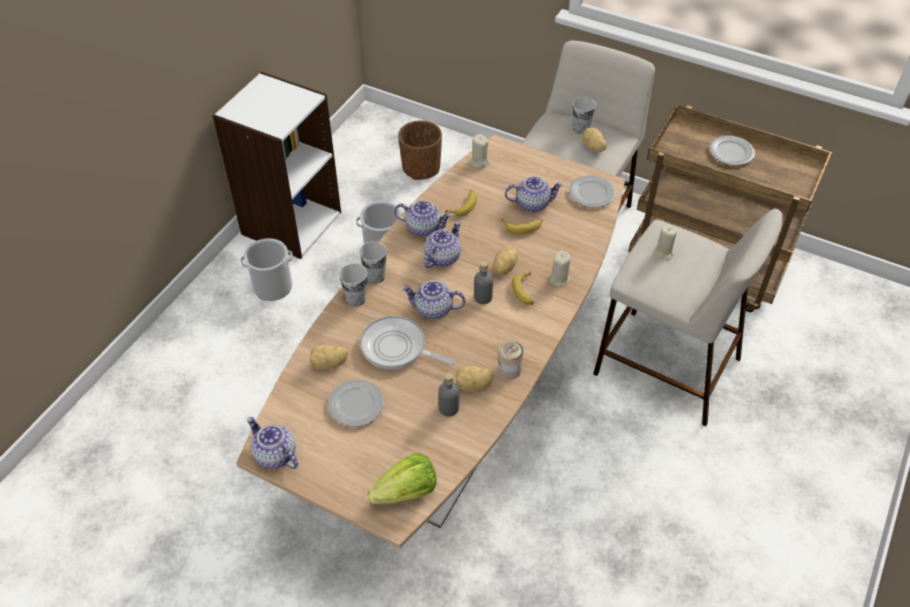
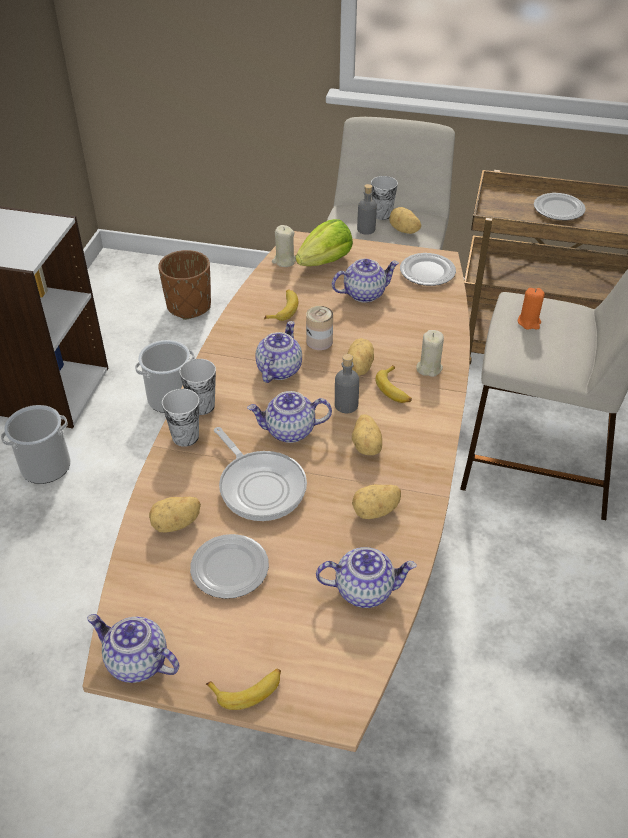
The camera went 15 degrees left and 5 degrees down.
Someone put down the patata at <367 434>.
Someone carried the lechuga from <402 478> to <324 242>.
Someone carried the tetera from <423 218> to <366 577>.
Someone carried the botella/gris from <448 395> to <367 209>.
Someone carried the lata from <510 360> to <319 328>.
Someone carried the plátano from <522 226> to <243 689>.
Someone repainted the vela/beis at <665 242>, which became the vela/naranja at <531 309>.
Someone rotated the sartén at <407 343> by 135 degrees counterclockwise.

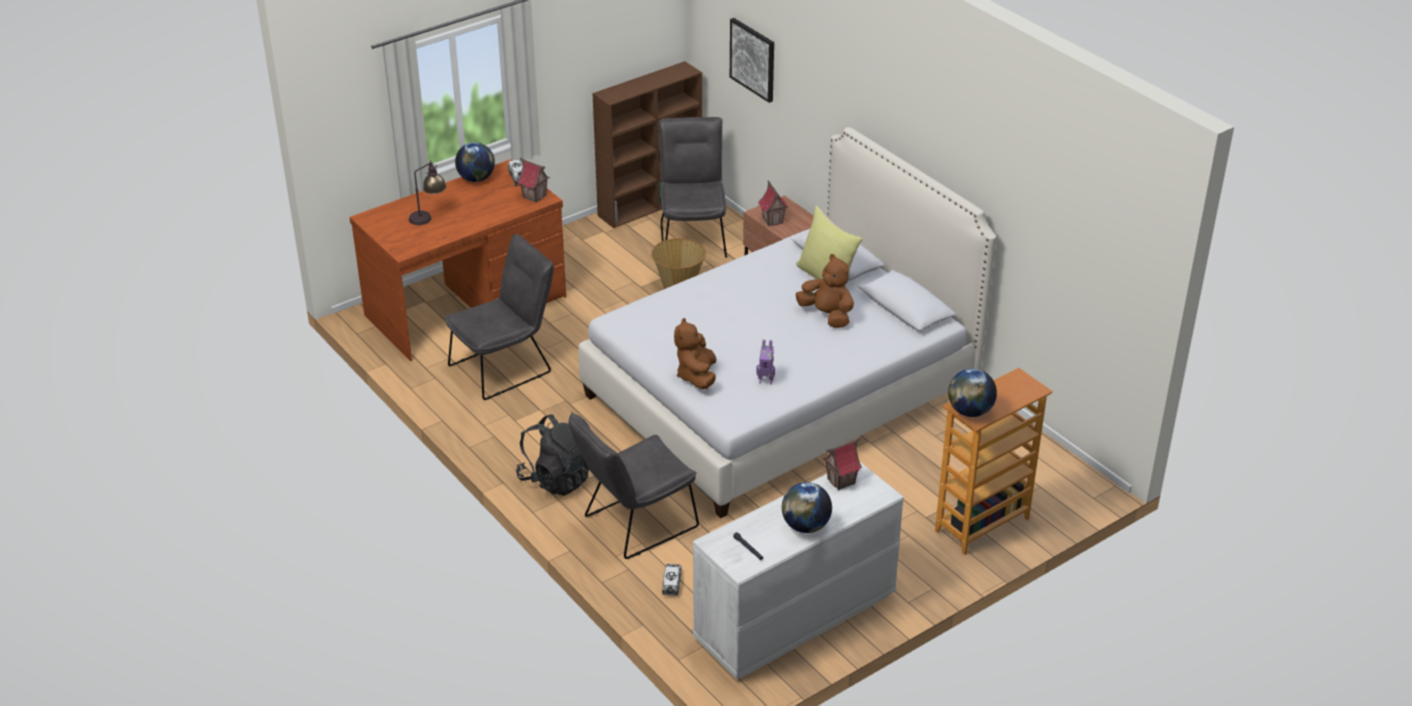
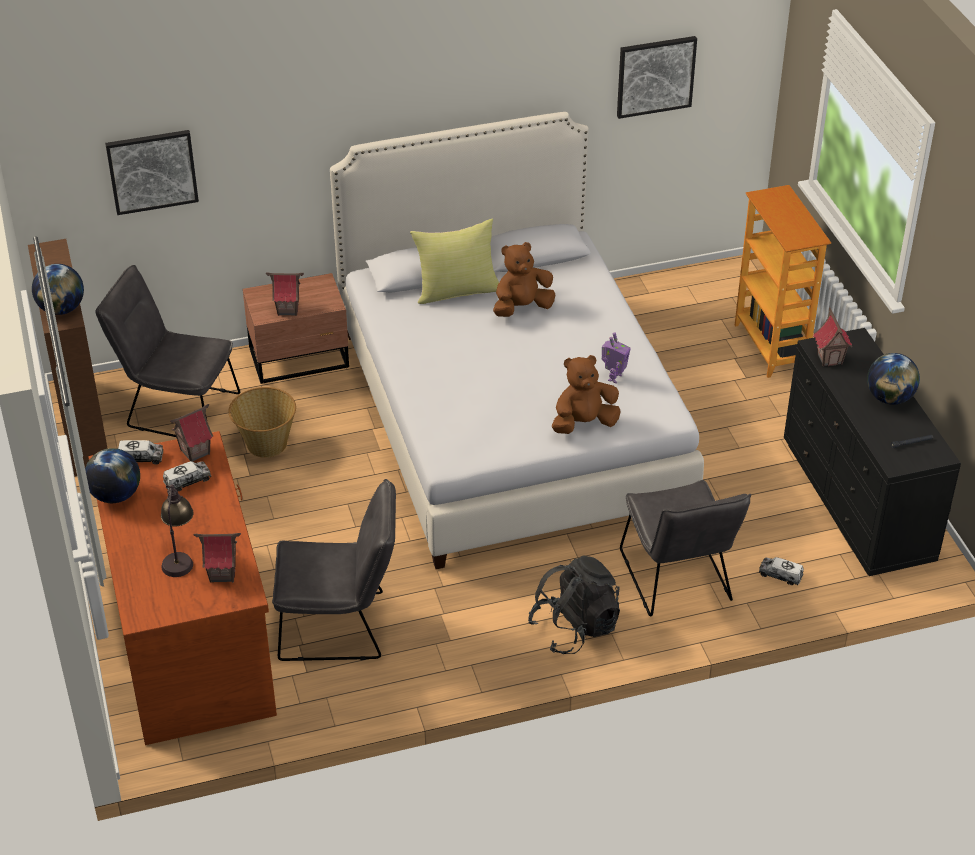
The camera went 70 degrees left and 5 degrees up.
Someone put down the camión de juguete at <187 476>.
Someone put down the casita at <217 558>.
Someone put up the cuadro at <657 77>.
Someone carried the globo terráqueo from <972 393> to <58 289>.
Someone repainted the cómoda/blanco at <798 570>, which became the cómoda/negro at <872 452>.
Someone rotated the silla/gris at <499 317> by 105 degrees clockwise.
Someone rotated the peluche/marrón at <695 354> by 135 degrees clockwise.

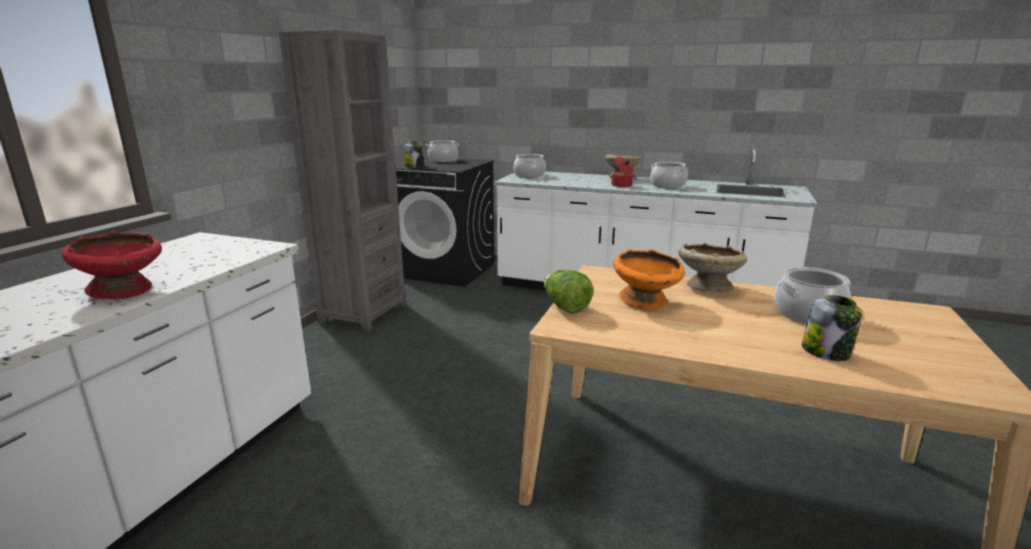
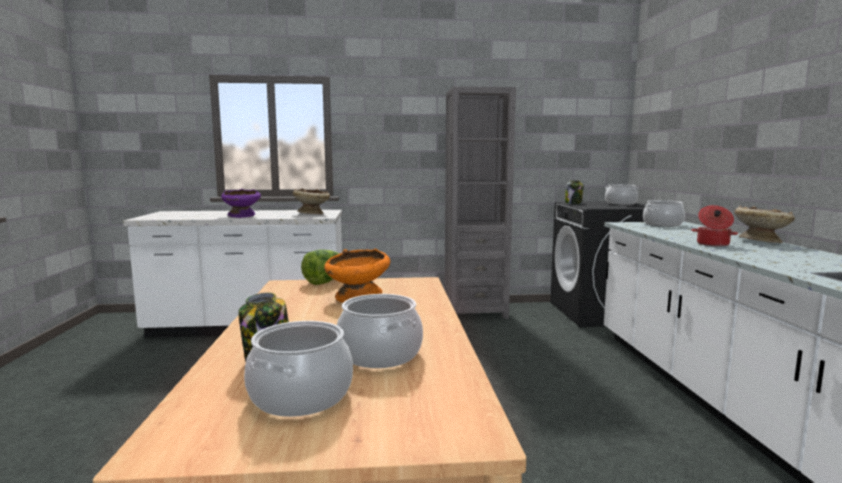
The camera went 65 degrees right and 10 degrees down.
Someone carried the olla from <669 175> to <298 369>.
Someone carried the cuenco/beis from <713 268> to <311 201>.
Someone repainted the cuenco/rojo at <112 265>, which became the cuenco/morado at <241 203>.

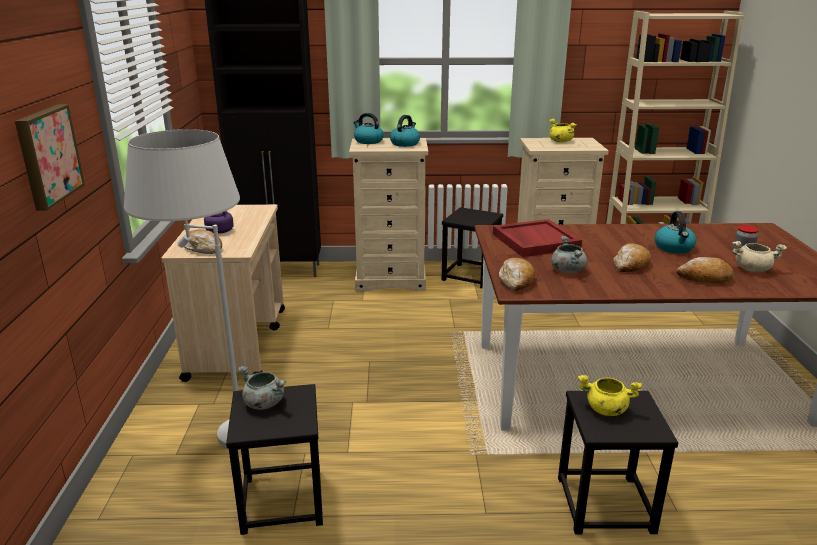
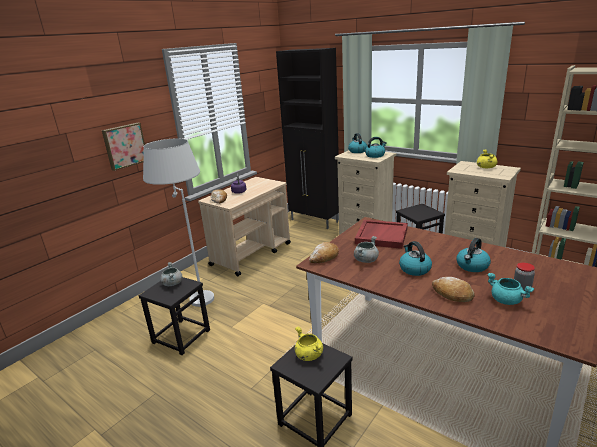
The camera went 40 degrees right and 0 degrees up.
Someone swapped the pan at <632 257> for the hervidor at <415 258>.
Someone repainted the olla/beis at <759 256>, which became the olla/turquesa at <511 289>.

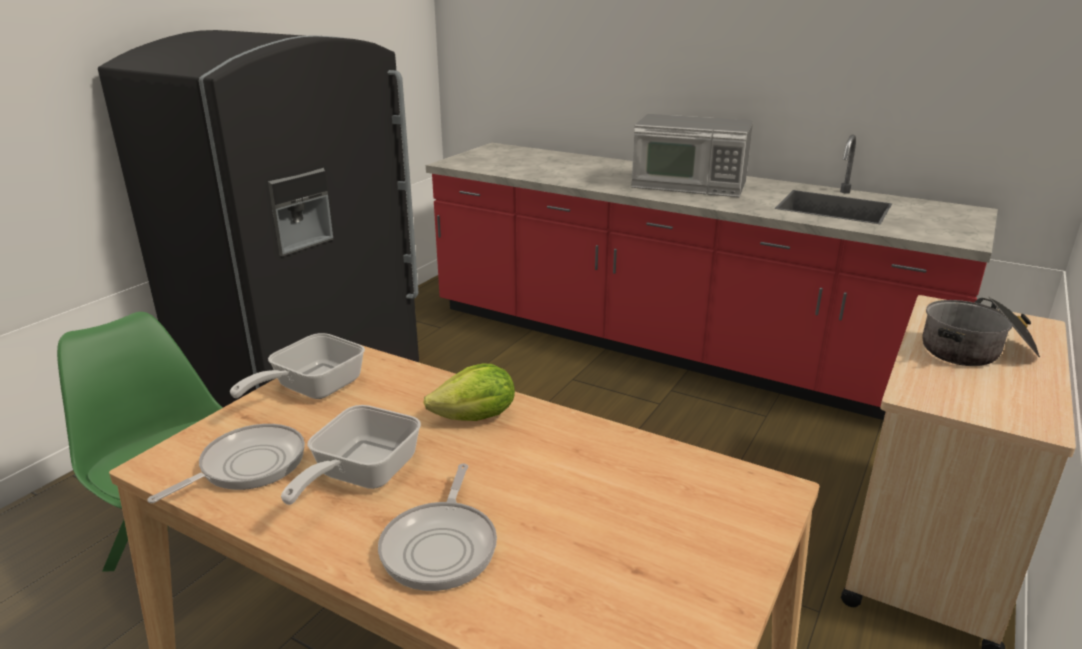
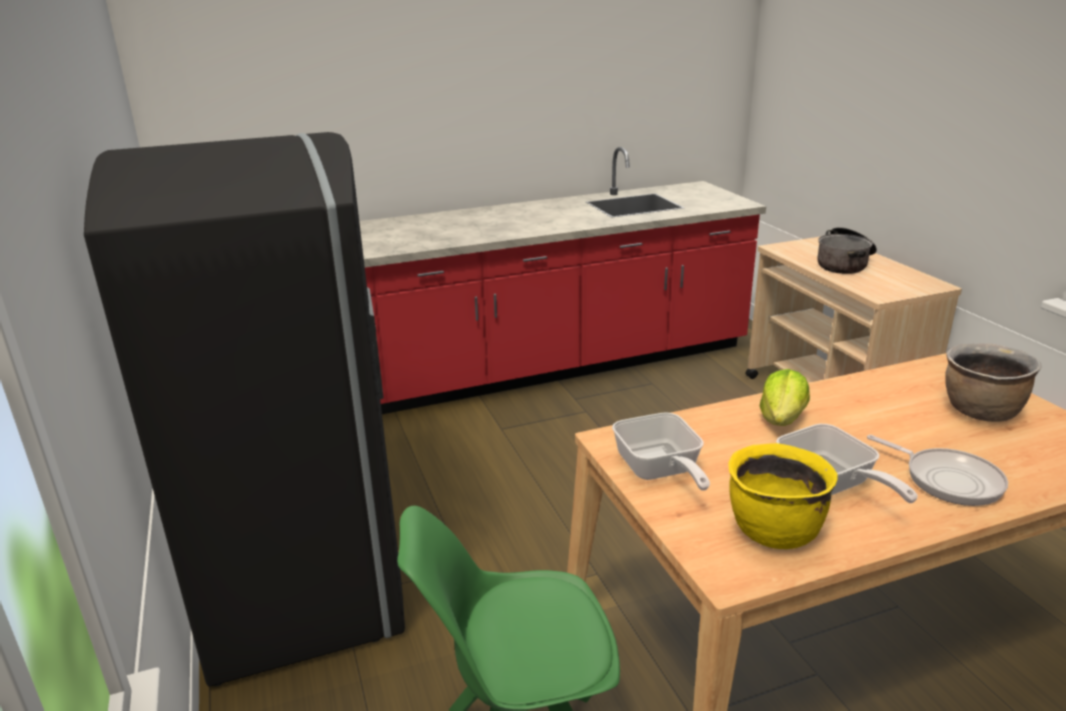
The camera went 50 degrees left and 0 degrees up.
Someone took away the microondas at <692 155>.
Someone put down the olla/marrón at <993 383>.
Someone swapped the sartén at <226 463> for the olla/amarillo at <782 496>.

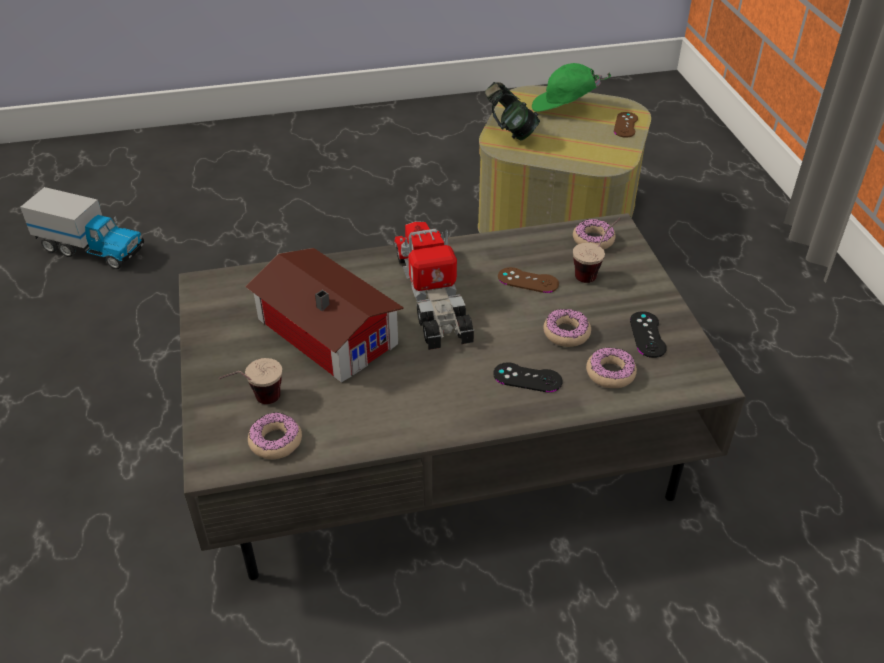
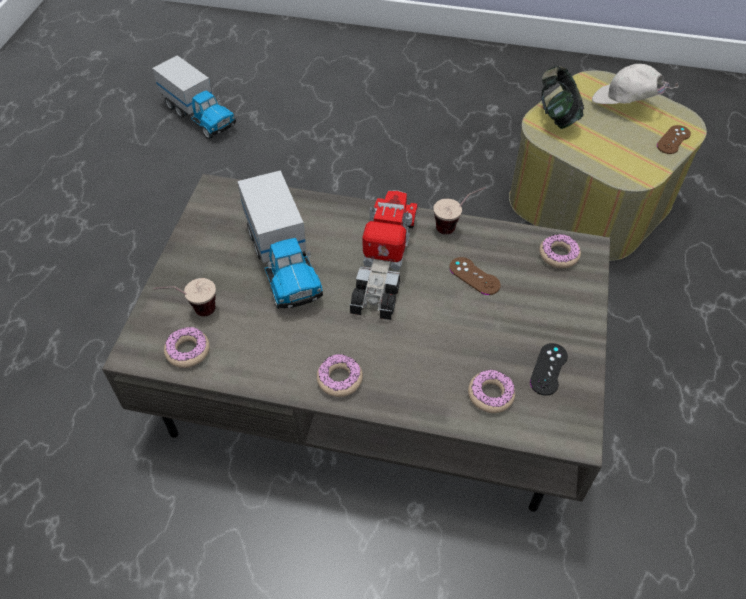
The camera went 25 degrees right and 10 degrees up.
Someone took away the mando de consola/negro at <528 377>.
Someone carried the rosquilla from <567 328> to <340 375>.
Someone carried the taza from <597 250> to <459 210>.
Someone swapped the casita at <324 315> for the camión de juguete at <280 239>.
Someone repainted the gorra/verde at <571 87>, which became the gorra/blanco at <635 84>.

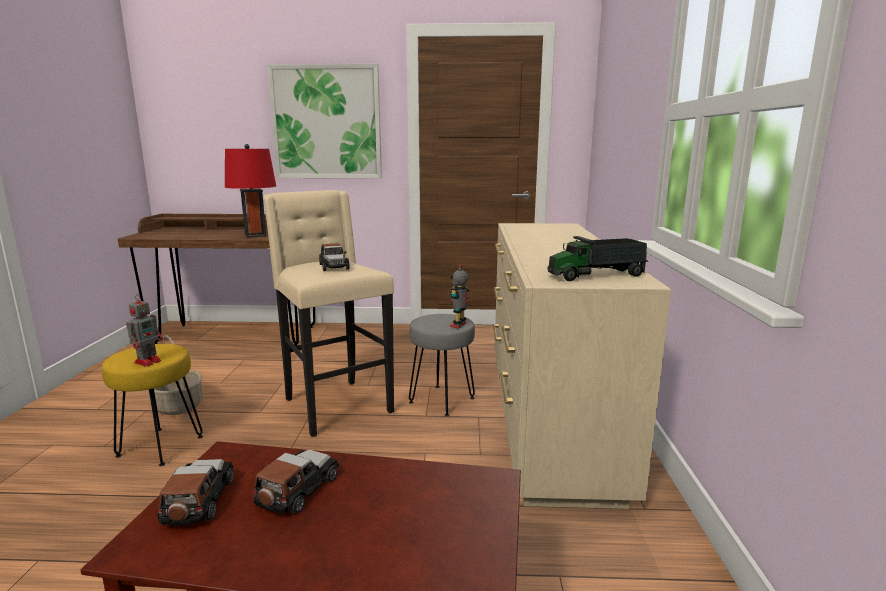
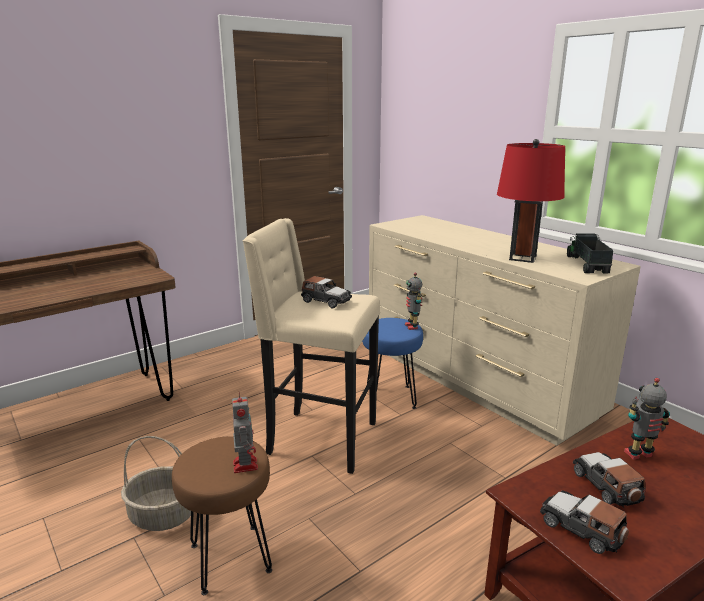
The camera went 40 degrees left and 5 degrees up.
Someone took away the cuadro at <324 121>.
Someone put down the robot de juguete at <647 419>.
Someone carried the lámpara de mesa/rojo from <250 191> to <531 201>.
Someone repainted the taburete/amarillo at <152 405>, which became the taburete/marrón at <222 515>.
Someone repainted the taburete/gris at <442 365>, which became the taburete/azul at <392 363>.
Someone rotated the camión de juguete at <598 258> by 150 degrees clockwise.

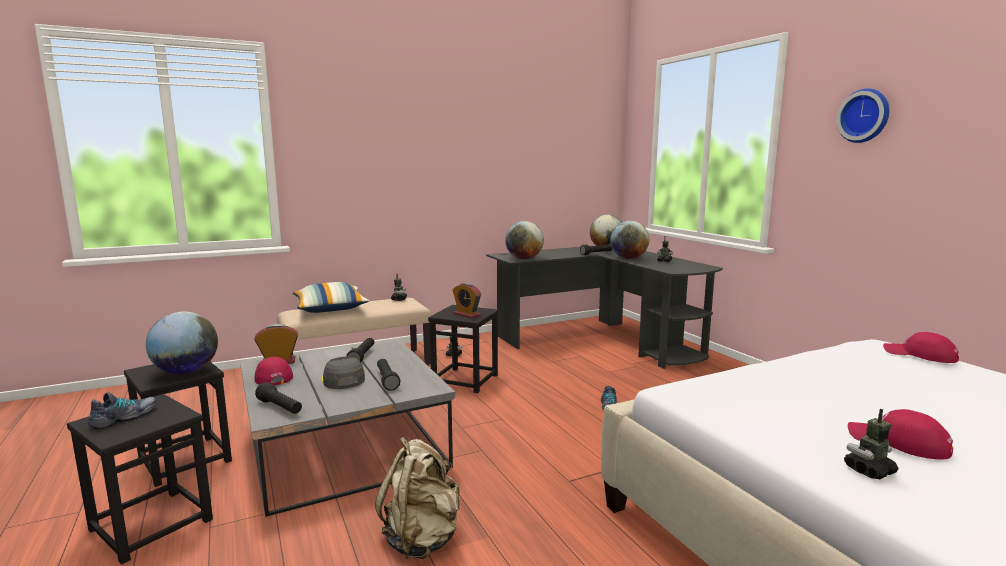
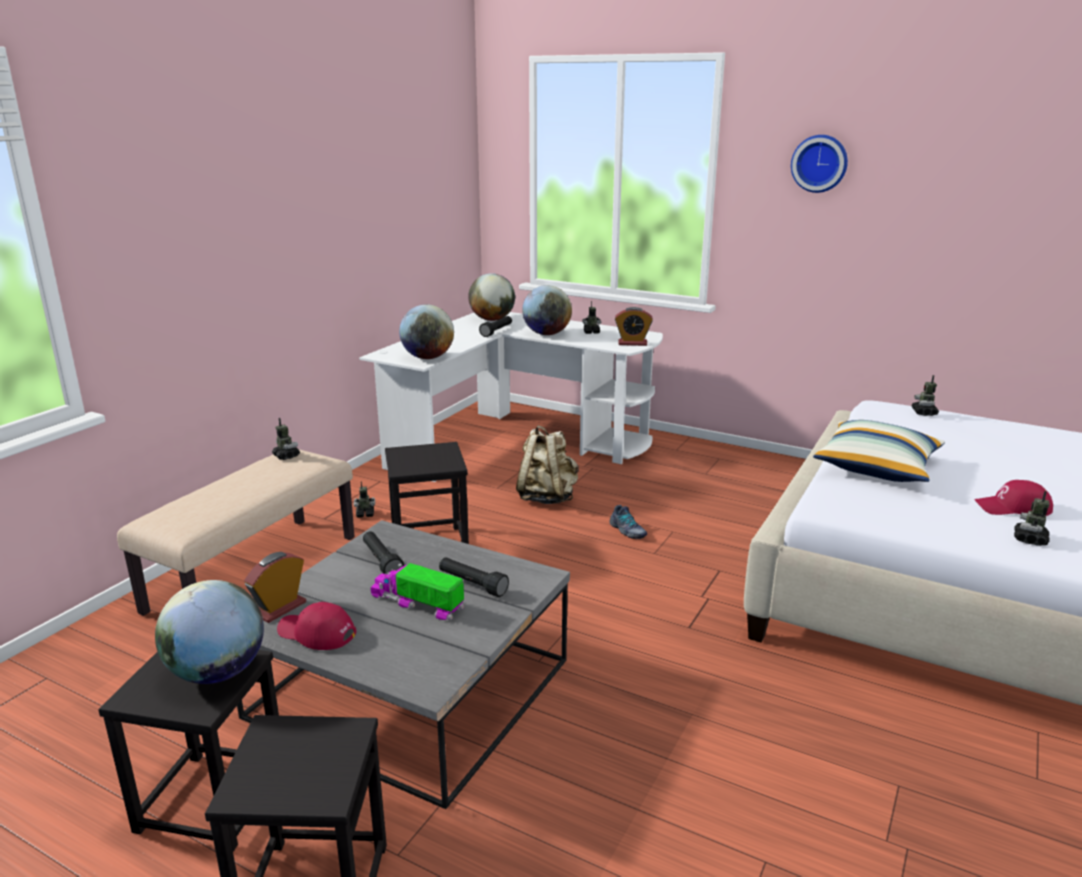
The camera went 35 degrees left and 10 degrees up.
Someone took away the zapato at <122 410>.
Someone took away the linterna/negro at <278 398>.
Someone carried the cojín from <331 297> to <879 451>.
Someone carried the mochila/beis from <417 498> to <547 464>.
Someone carried the despertador from <467 300> to <634 326>.
Someone swapped the gorra/gris at <343 373> for the camión de juguete at <417 591>.
Someone swapped the gorra/rojo at <921 347> for the robot de juguete at <925 395>.
Someone repainted the escritorio/negro at <604 308>, which became the escritorio/blanco at <511 397>.

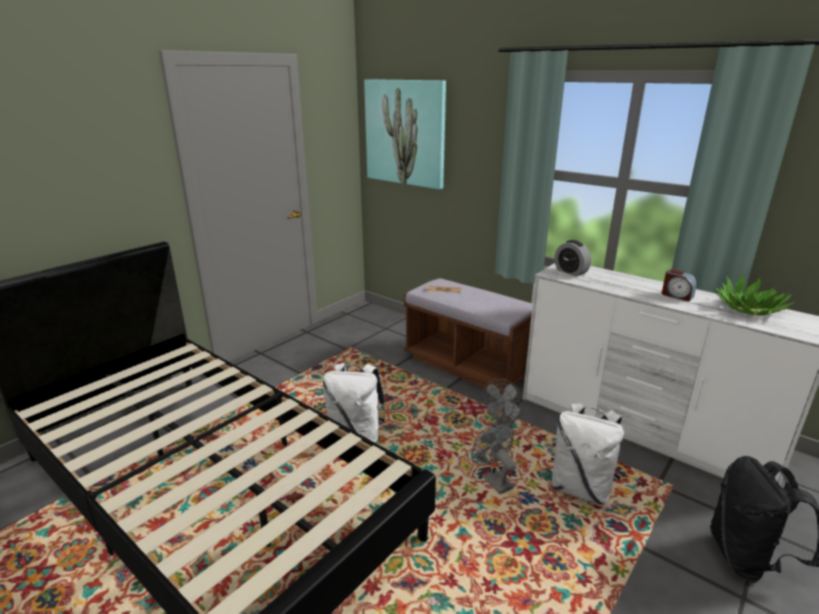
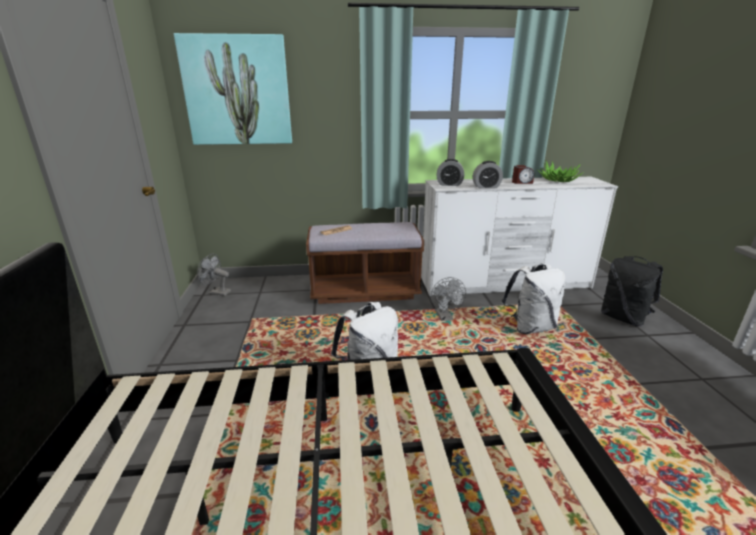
The camera went 45 degrees left and 0 degrees up.
Someone put down the despertador at <488 175>.
Someone carried the ventilador/gris from <494 459> to <214 275>.

